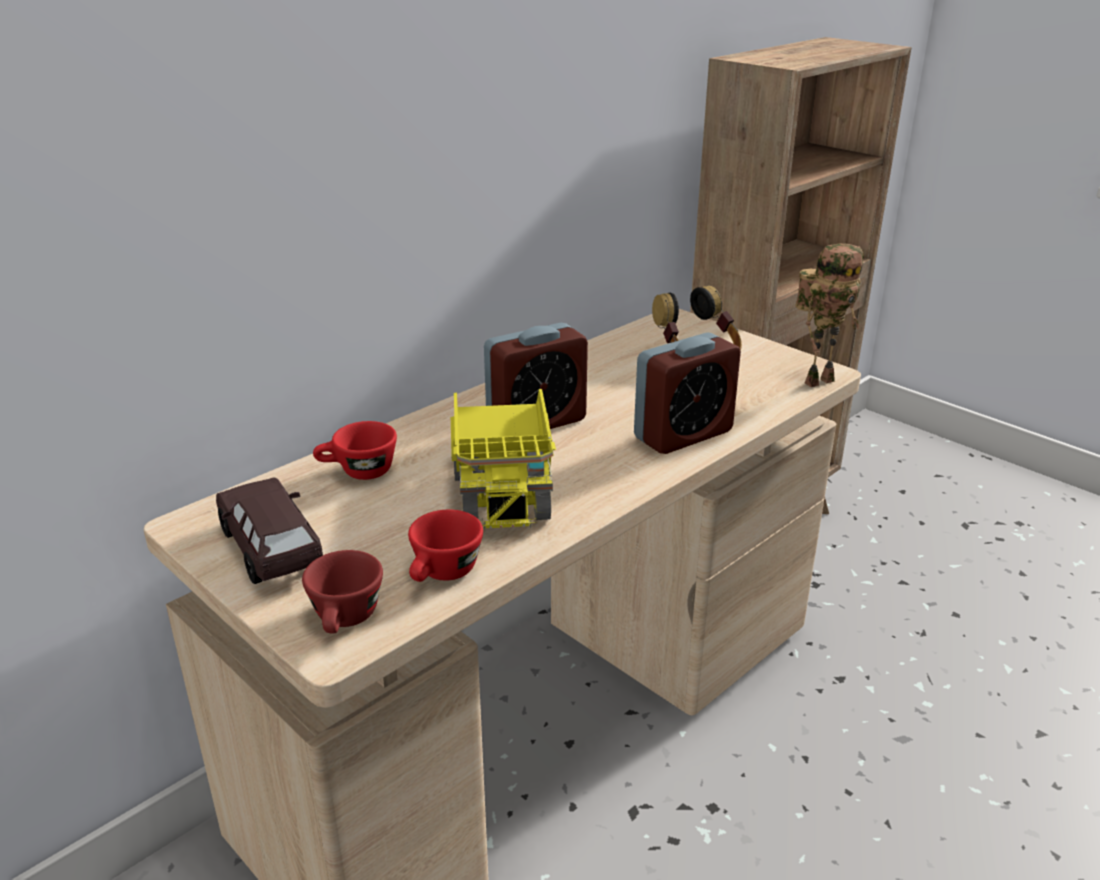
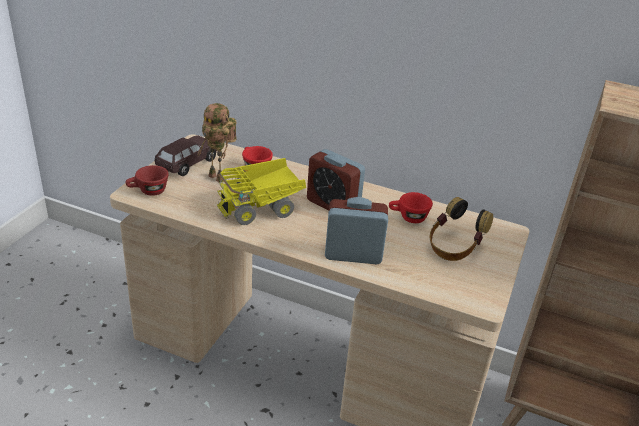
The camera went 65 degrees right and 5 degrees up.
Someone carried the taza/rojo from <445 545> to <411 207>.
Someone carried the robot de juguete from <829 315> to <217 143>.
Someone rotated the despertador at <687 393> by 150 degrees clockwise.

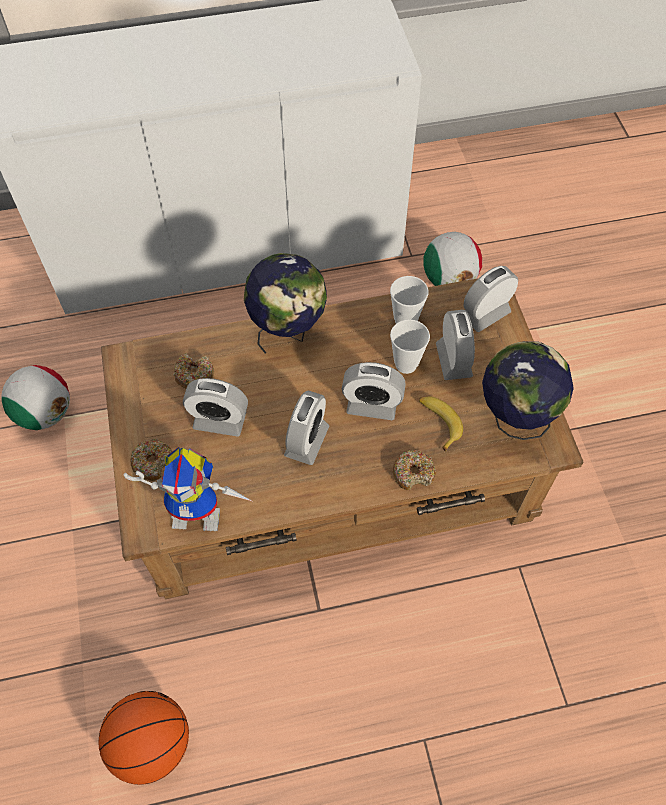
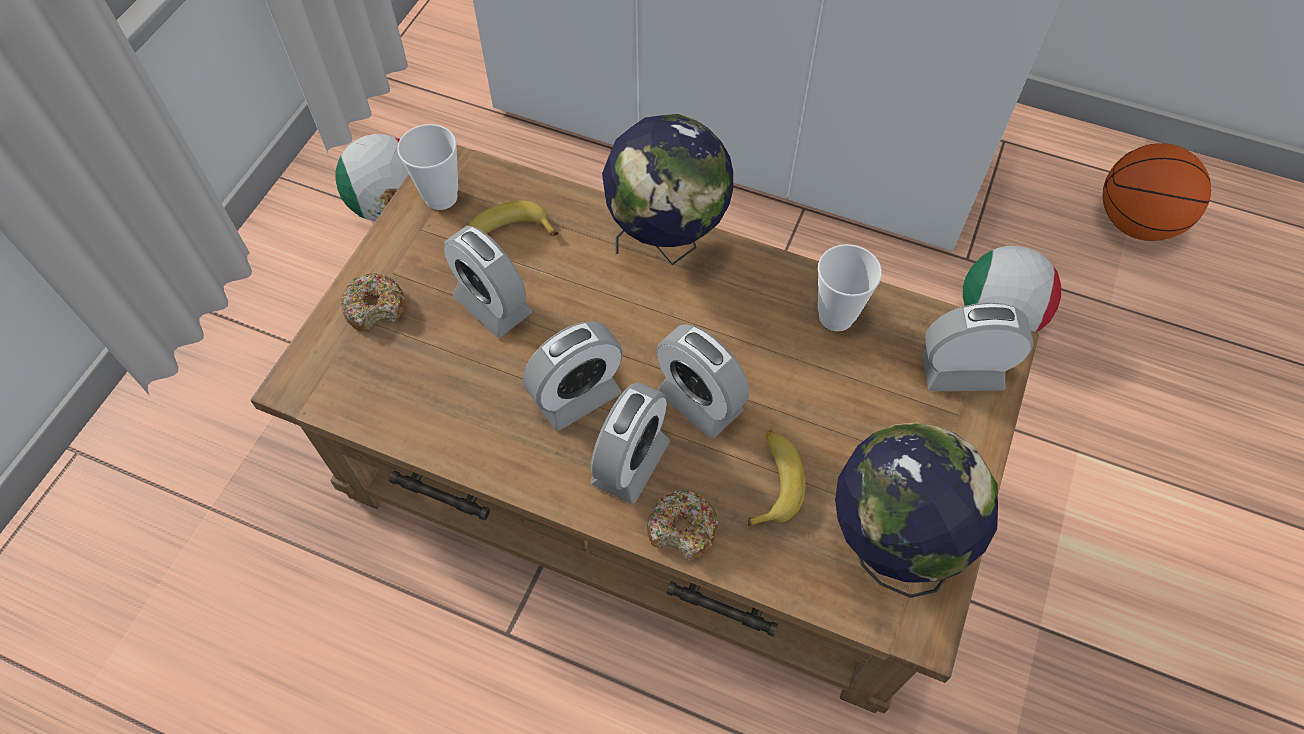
The camera went 35 degrees right and 0 degrees up.
Someone took away the robot de juguete at <187 489>.
Someone carried the balón de baloncesto from <143 738> to <1157 192>.
Someone carried the taza from <410 346> to <427 167>.
Someone carried the despertador from <455 345> to <630 443>.
Someone swapped the rosquilla at <193 371> for the plátano at <513 218>.

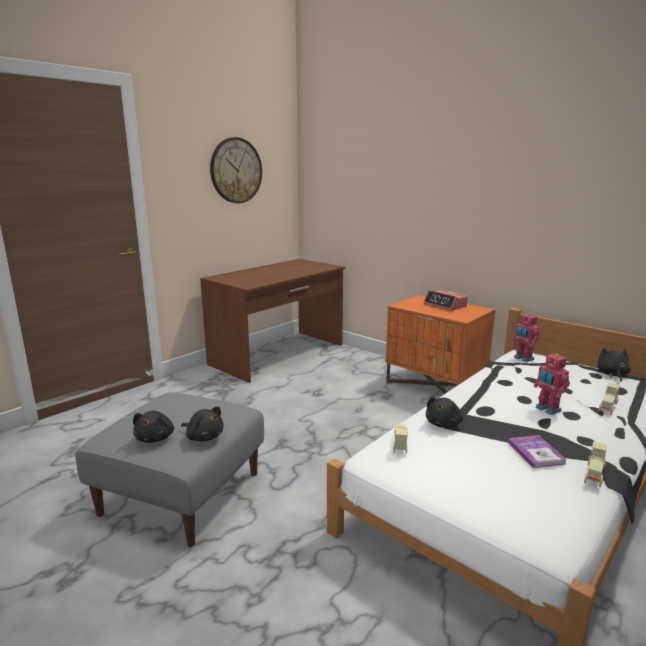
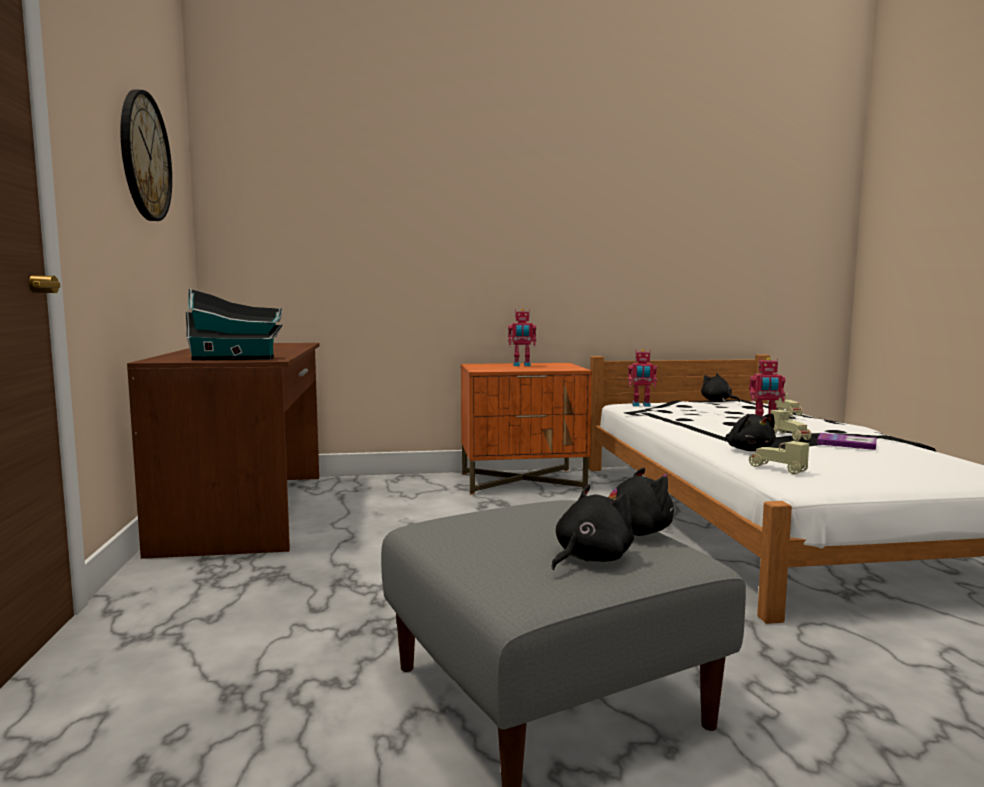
The camera went 50 degrees left and 10 degrees down.
Someone put down the casita at <234 324>.
Someone carried the coche de juguete/beis from <595 464> to <791 425>.
Someone swapped the despertador at <446 300> for the robot de juguete at <522 337>.
Someone rotated the peluche/negro at <153 427> by 90 degrees counterclockwise.

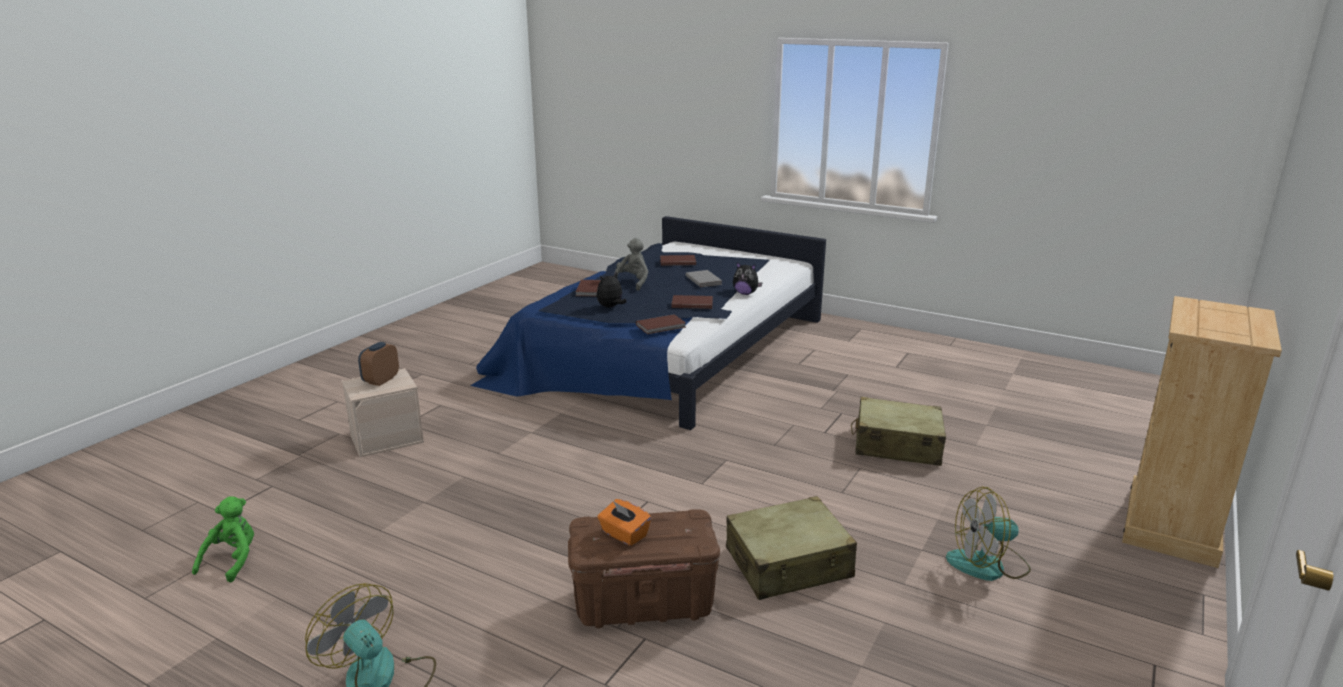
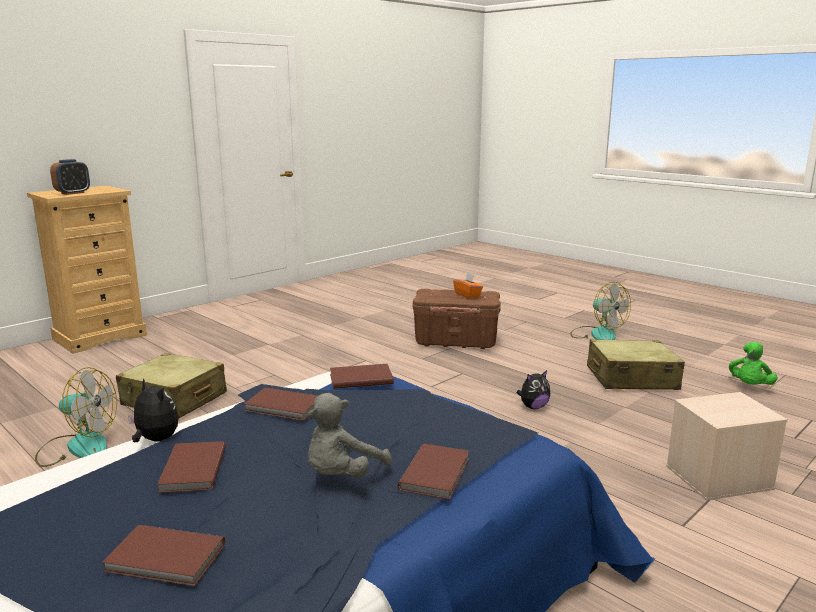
The camera went 165 degrees left and 5 degrees down.
Someone carried the despertador from <378 364> to <70 177>.
Someone carried the peluche from <612 289> to <533 389>.
Someone carried the maleta/beis from <791 548> to <636 364>.
Someone carried the ventilador from <988 534> to <76 417>.
Someone repainted the libro/gris at <704 278>, which became the libro/marrón at <191 467>.

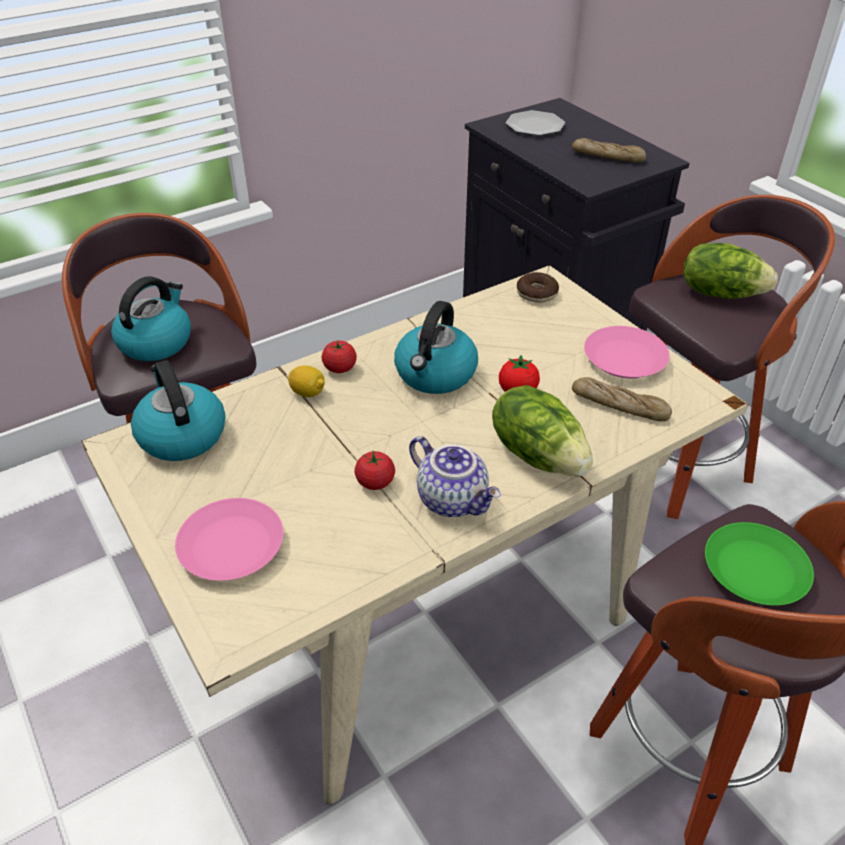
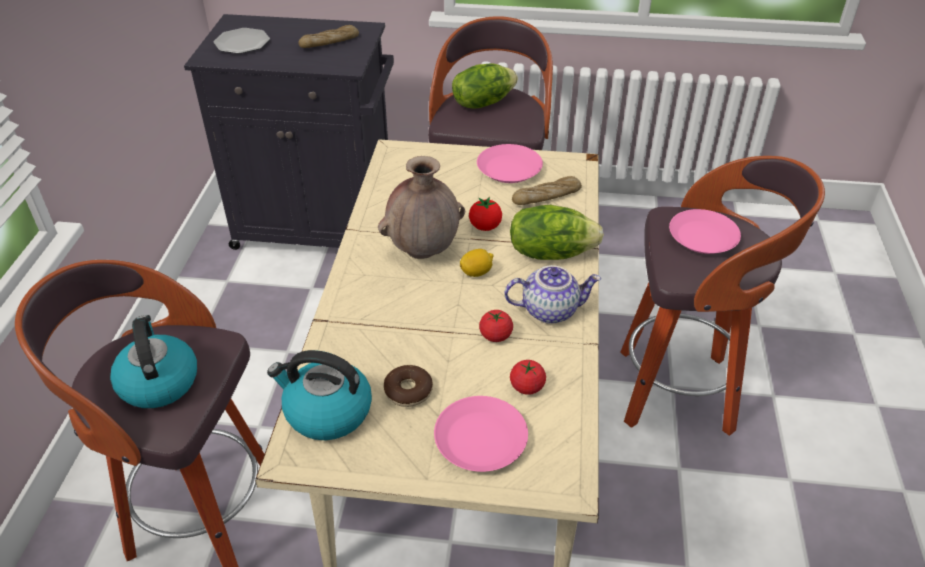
The camera went 50 degrees left and 0 degrees up.
Someone carried the limón from <306 381> to <477 263>.
Someone carried the tomate from <339 357> to <528 377>.
Someone carried the rosquilla from <538 287> to <408 386>.
Someone swapped the hervidor at <436 347> for the florero/marrón at <421 207>.
Someone repainted the plato/verde at <759 563>, which became the plato/rosa at <705 231>.

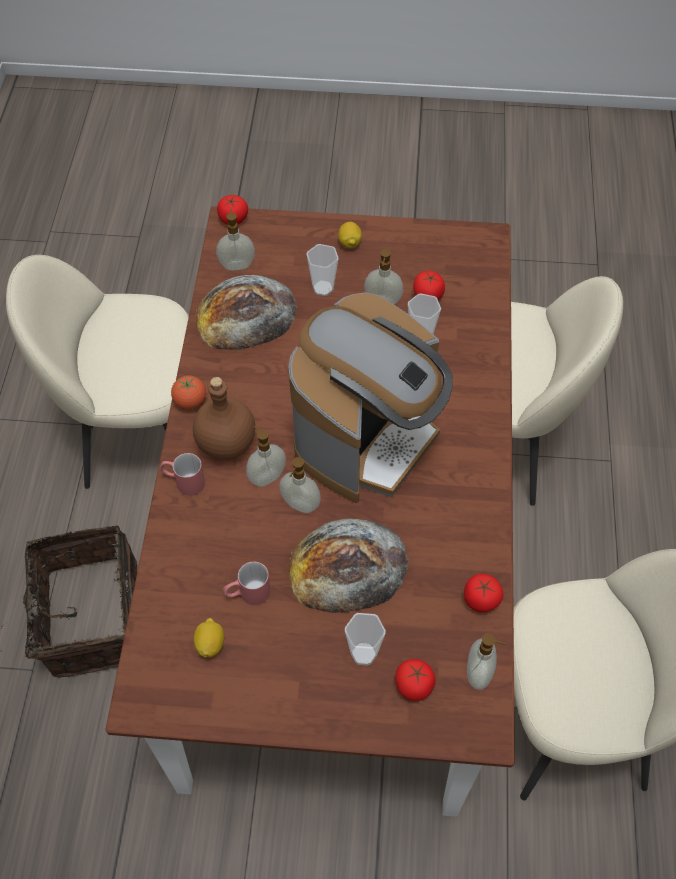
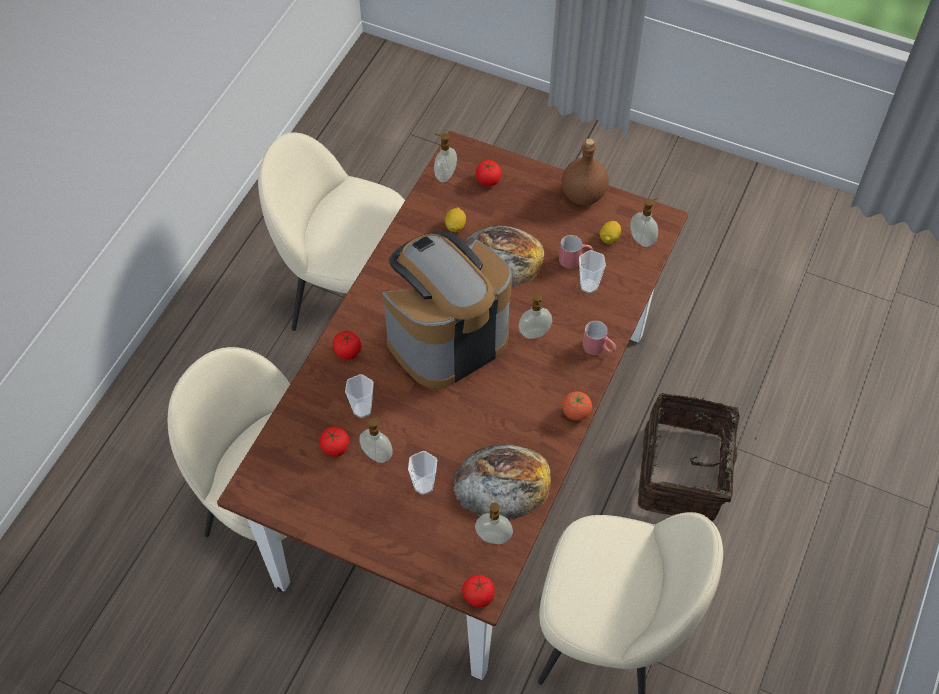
The camera went 160 degrees left and 0 degrees up.
Someone carried the botella/marrón from <224 418> to <585 171>.
Someone carried the dispensador de jabón from <300 485> to <644 222>.
Someone carried the limón from <350 235> to <455 219>.
Someone carried the taza from <365 639> to <592 271>.
Someone carried the tomate from <484 593> to <347 345>.

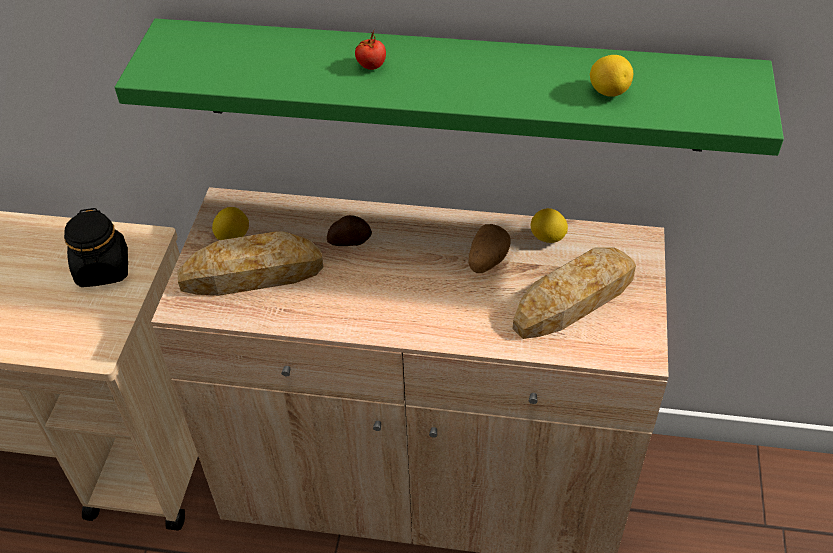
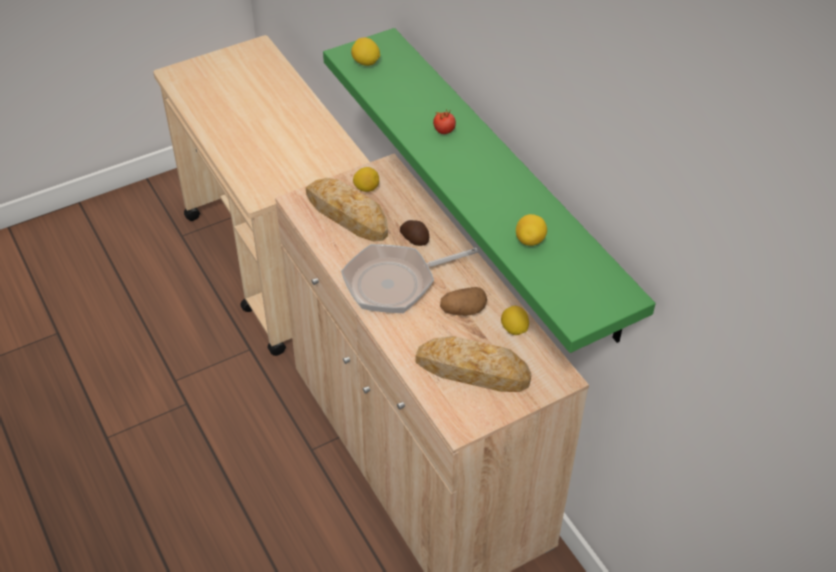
The camera went 50 degrees right and 0 degrees up.
Someone took away the tarro/negro at <96 247>.
Someone put down the sartén at <409 278>.
Someone put down the limón at <365 52>.

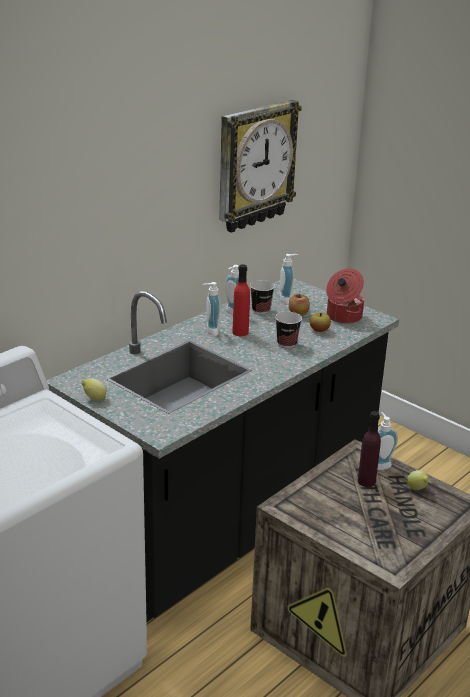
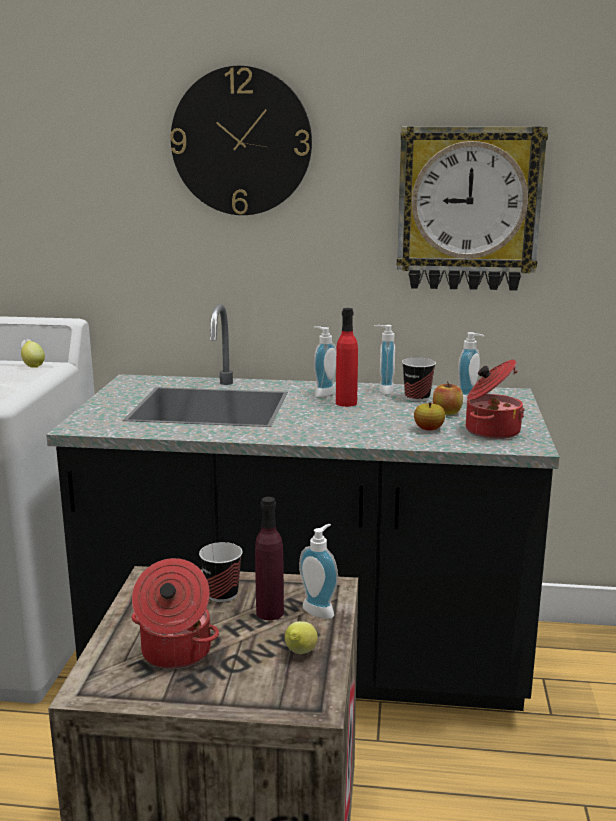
The camera went 55 degrees right and 10 degrees down.
Someone put down the olla at <175 613>.
Someone put up the reloj de pared at <241 140>.
Someone carried the limón from <94 390> to <33 354>.
Someone carried the taza from <288 330> to <221 572>.

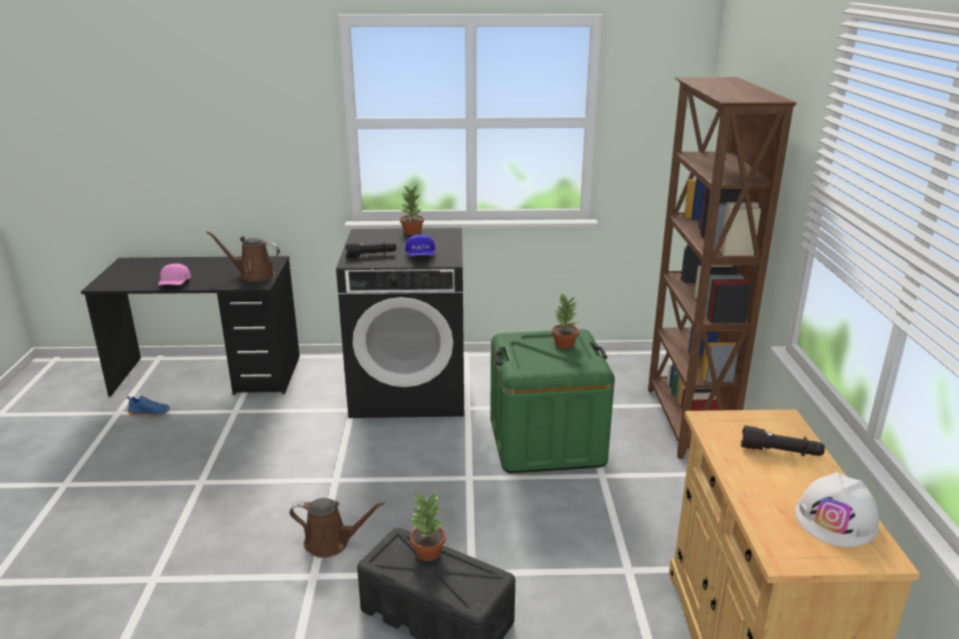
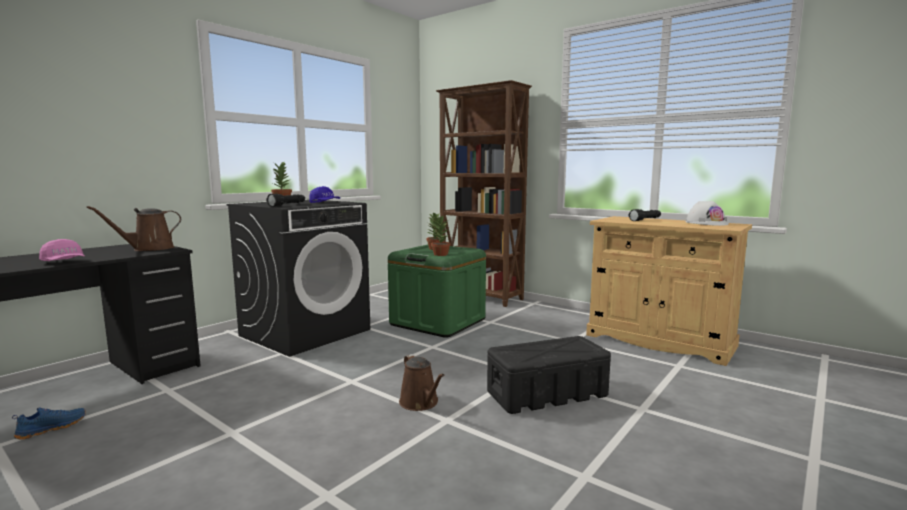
The camera went 50 degrees left and 15 degrees down.
Someone carried the planta en maceta from <428 526> to <441 236>.
Someone rotated the regadera/marrón at <337 528> by 105 degrees clockwise.

